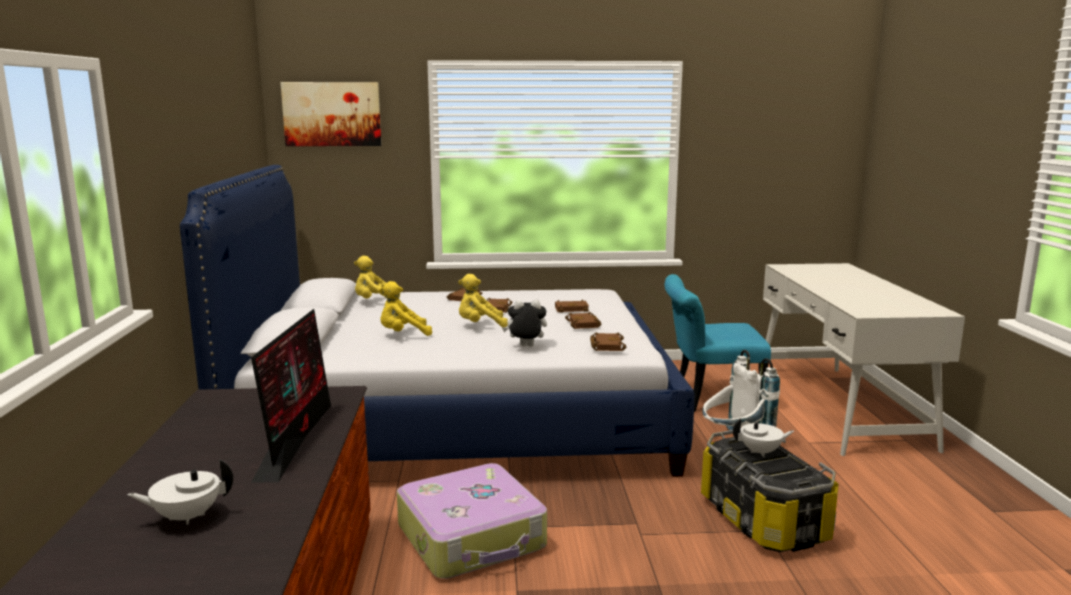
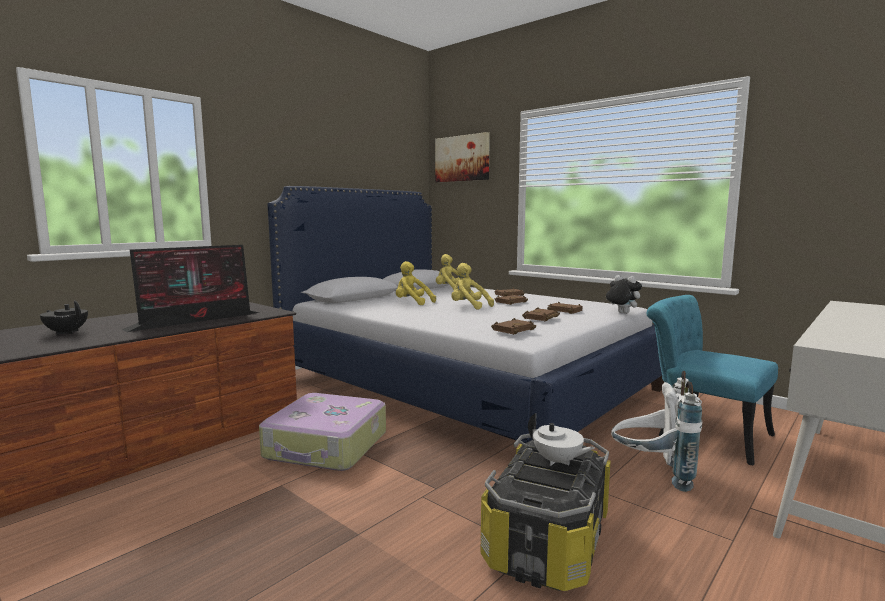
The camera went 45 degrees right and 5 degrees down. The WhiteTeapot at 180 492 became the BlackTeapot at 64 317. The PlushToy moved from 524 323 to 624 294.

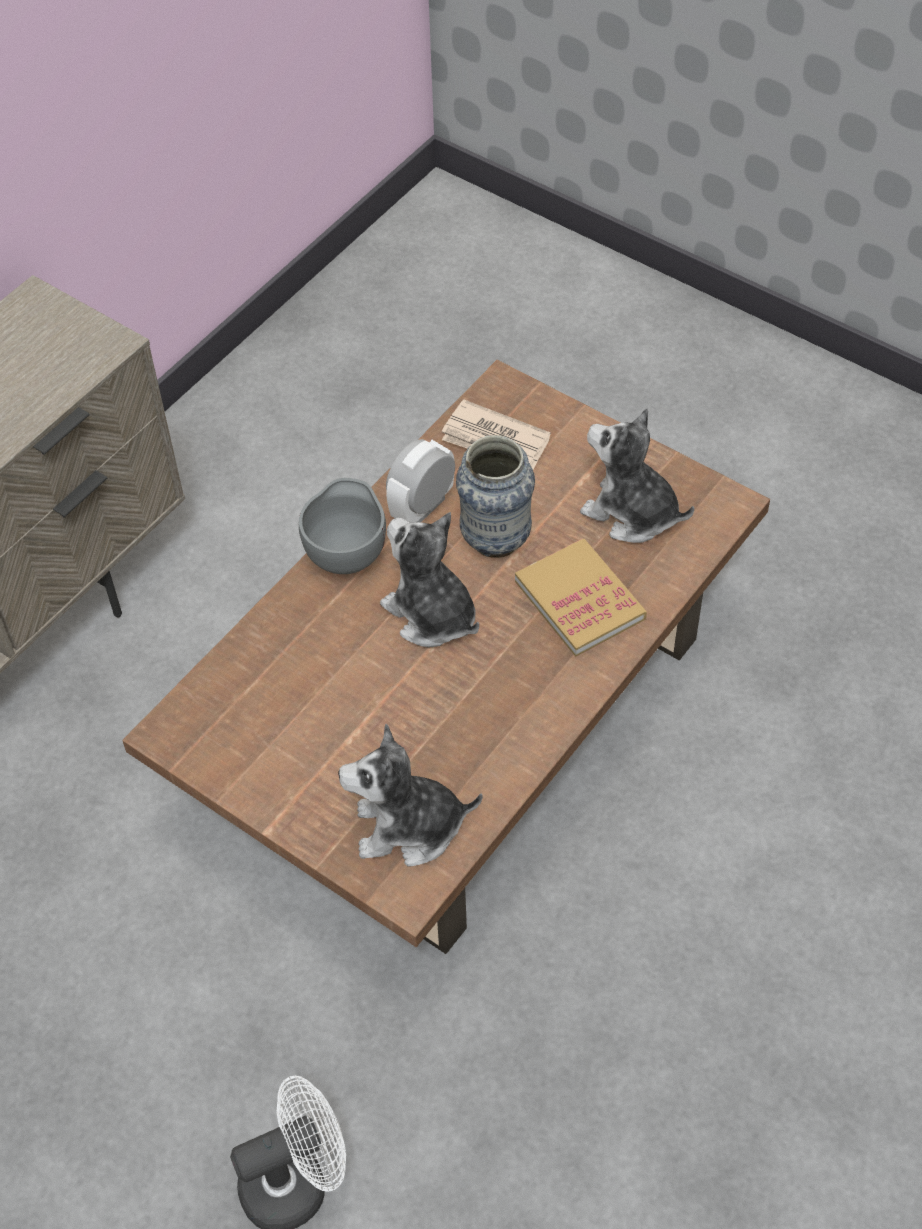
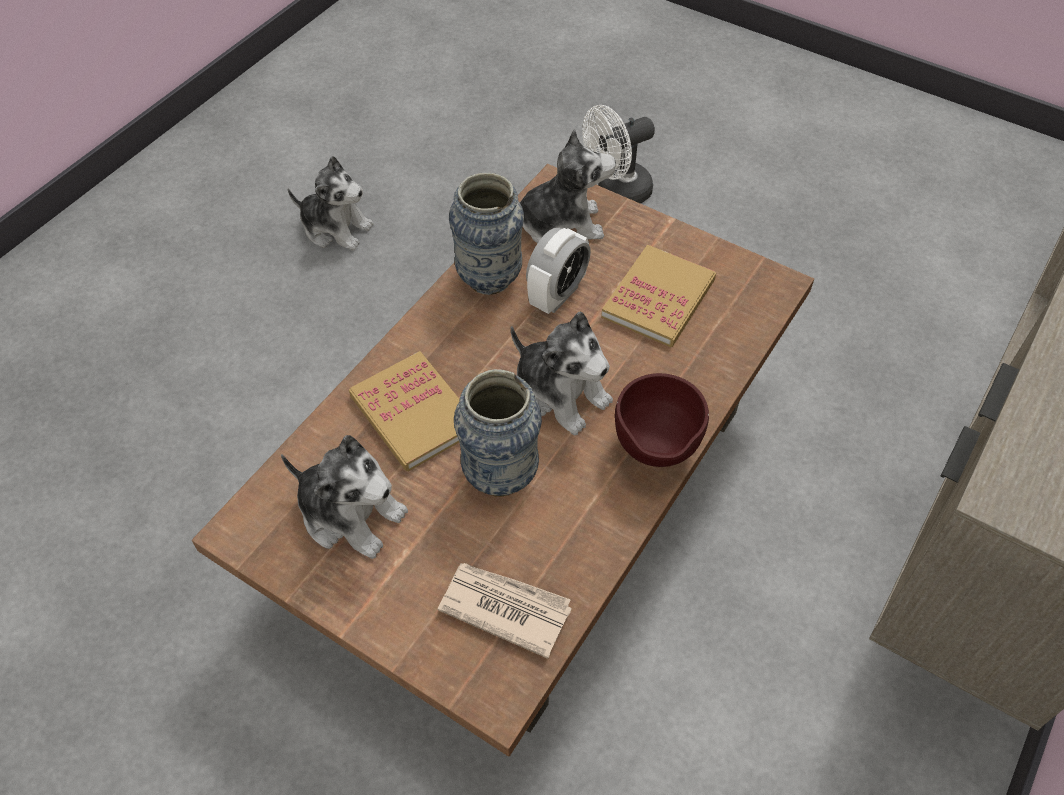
The camera went 175 degrees right and 0 degrees up. The GreyBowl at 342 526 became the BrownBowl at 662 420. The AlarmClock moved from 420 481 to 558 271. The PlushToy at 331 203 appeared. The Vase at 486 234 appeared. The Book at 658 296 appeared.

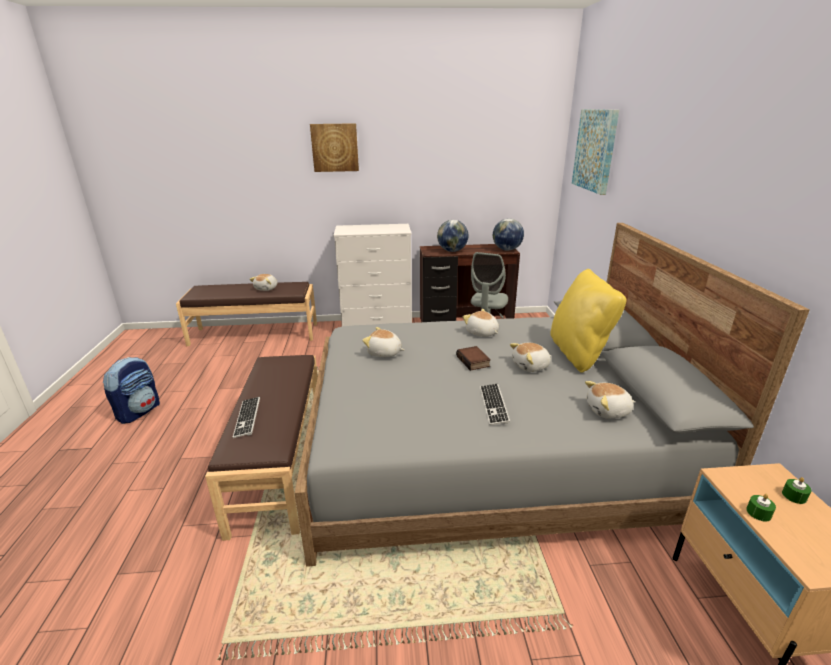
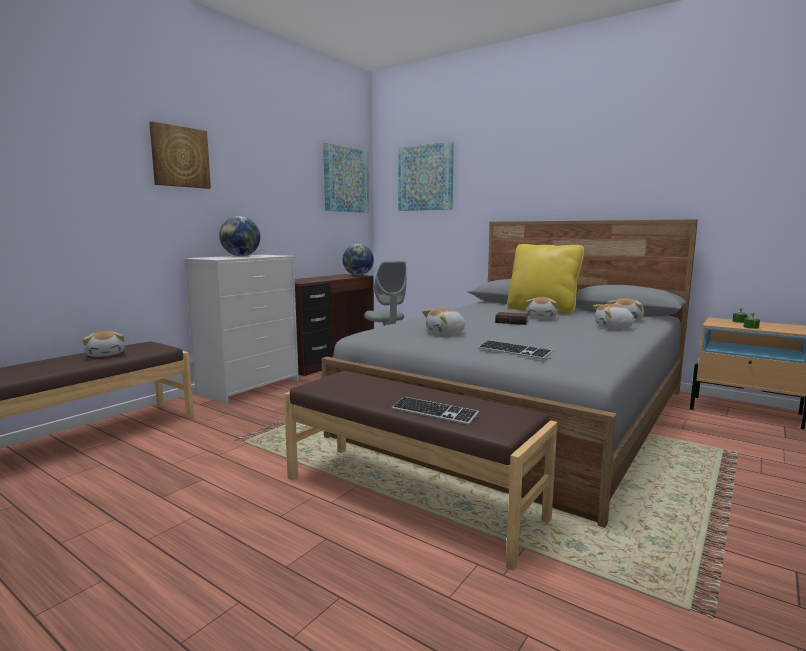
The camera went 50 degrees left and 15 degrees down. The Backpack at 131 390 disappeared. The Globe moved from 452 236 to 239 236. The PlushToy moved from 481 323 to 614 316. The Keyboard moved from 495 404 to 515 349. The Picture at 346 178 appeared.

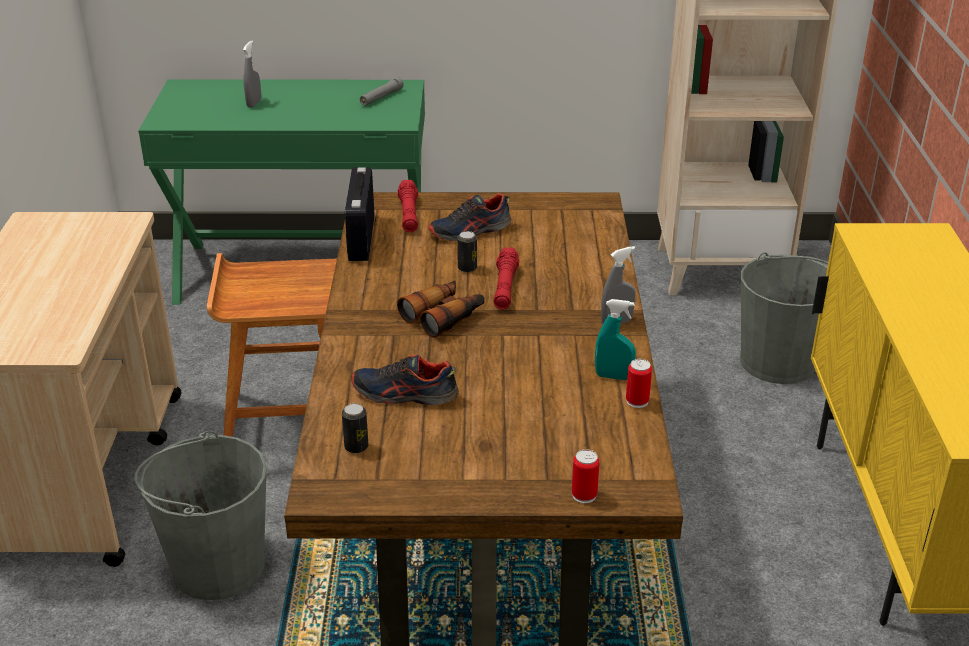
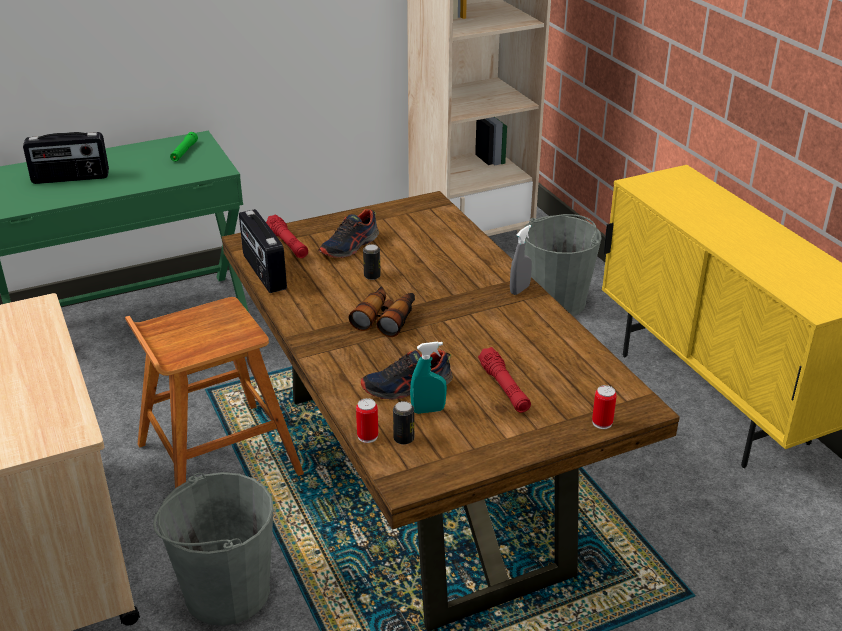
The camera went 25 degrees left and 0 degrees up. The GreySprayBottle at 252 74 was replaced by the Radio at 66 158. The GreyFlashlight at 382 91 became the GreenFlashlight at 184 147. The RedFlashlight moved from 506 278 to 504 380. The TurquoiseSprayBottle moved from 615 339 to 428 378. The Can moved from 639 383 to 367 420.

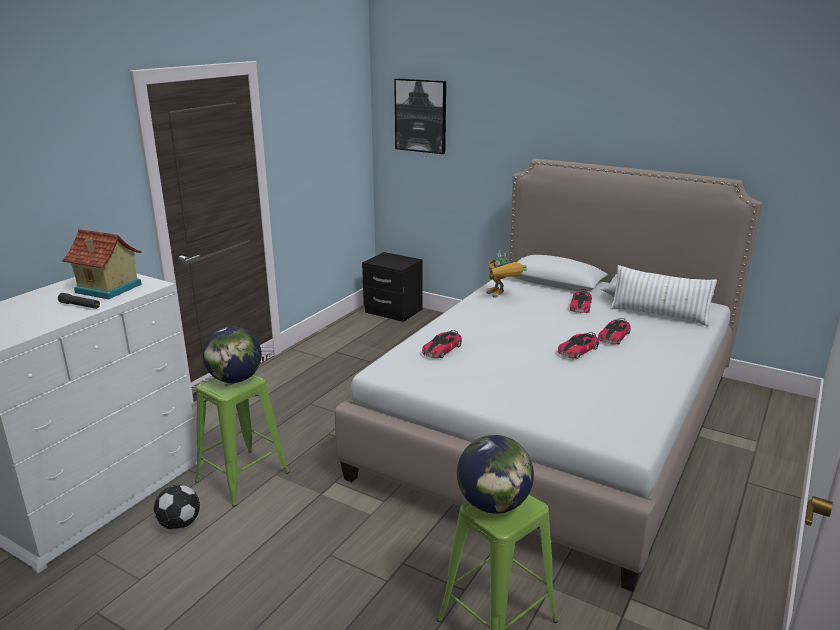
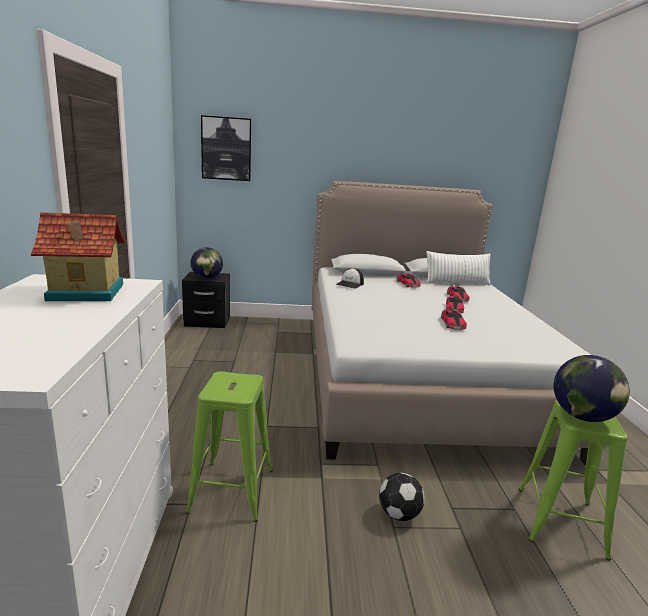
The camera went 35 degrees left and 5 degrees down. The BlackFlashlight at 79 301 disappeared. The Football moved from 177 507 to 401 497. The Globe moved from 232 354 to 207 263. The ToyCar moved from 442 344 to 454 319. The ToyRobot at 506 274 was replaced by the Cap at 350 278.

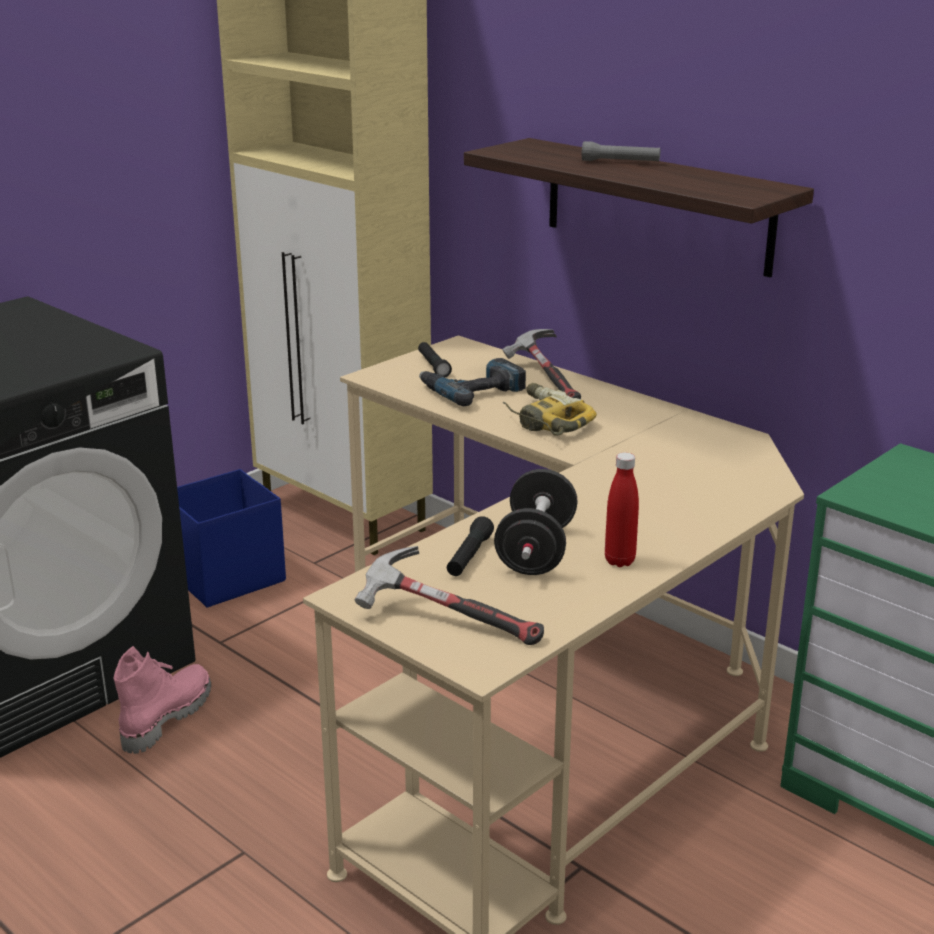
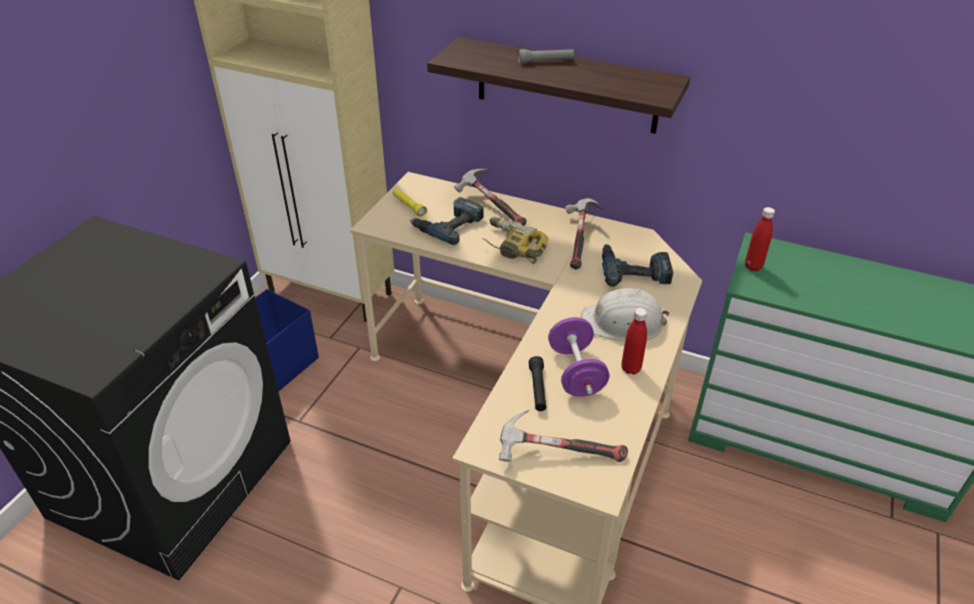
The camera went 20 degrees left and 15 degrees up. The PinkBoot at 162 700 disappeared. The BlackFlashlight at 435 359 became the YellowFlashlight at 409 202. The BlackDumbbell at 536 522 became the PurpleDumbbell at 578 357. The Hammer at 583 233 appeared. The WhiteHardHat at 625 314 appeared. The PowerDrill at 637 265 appeared. The RedBottle at 760 239 appeared.

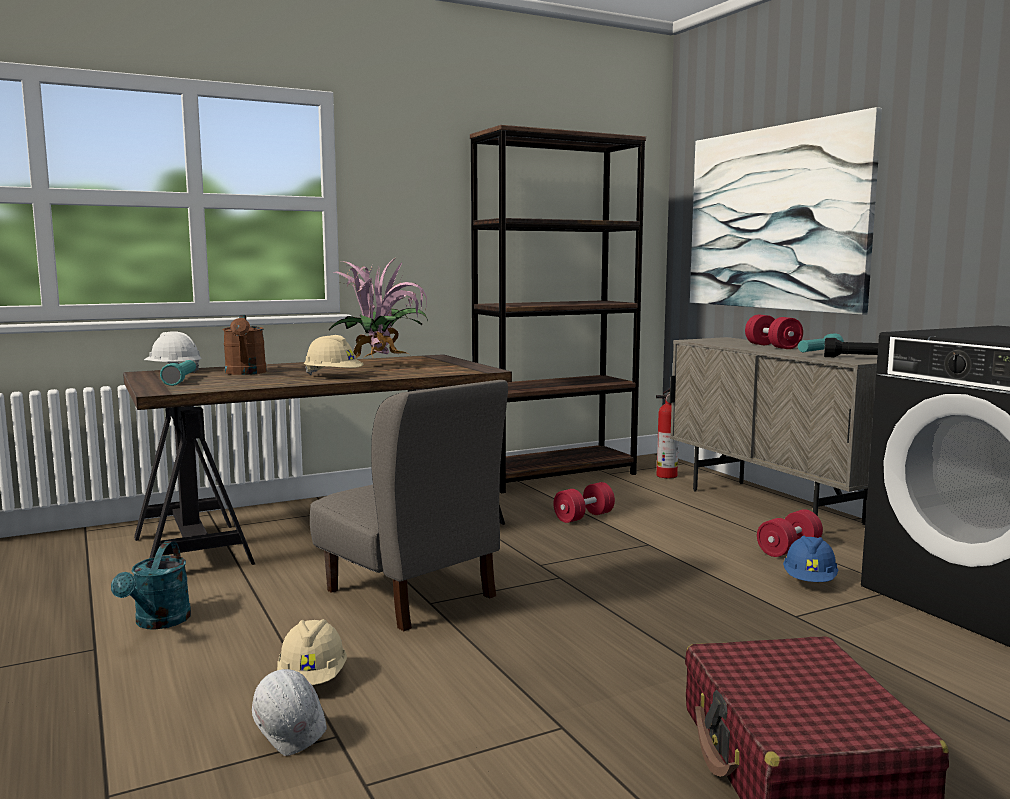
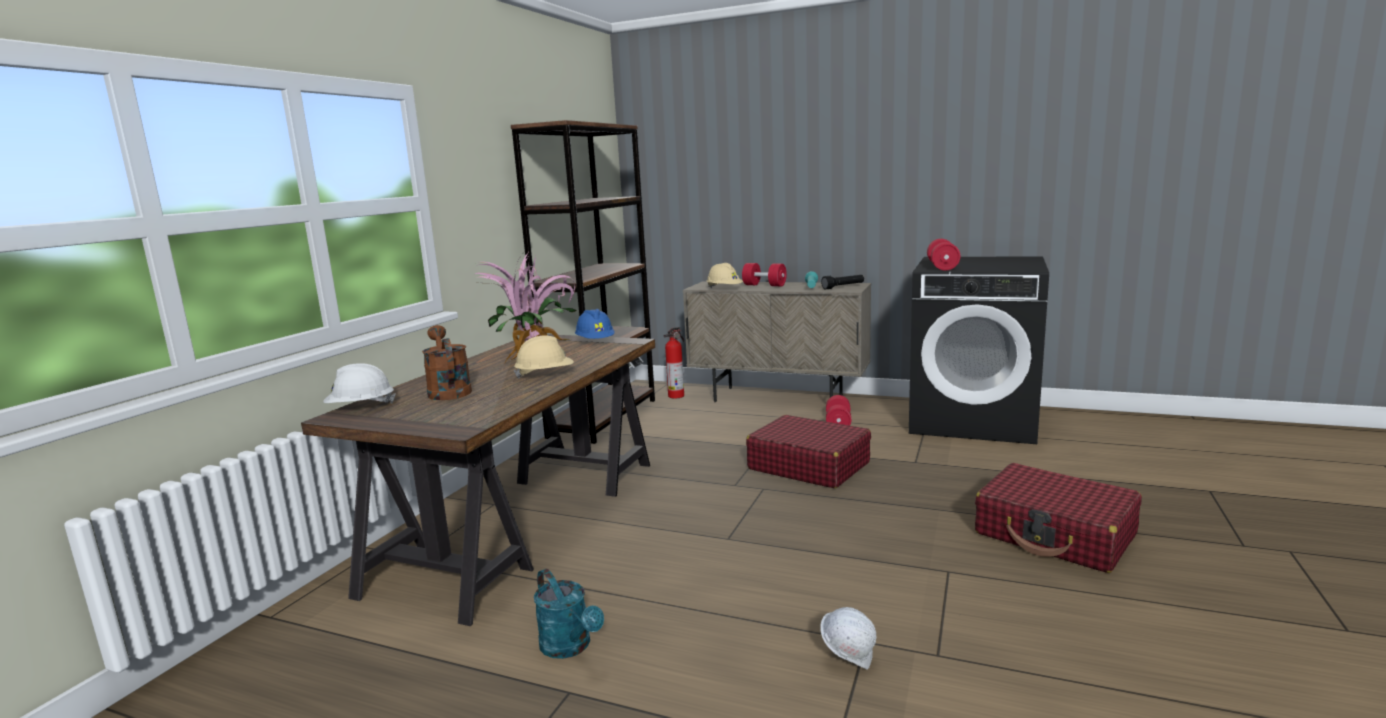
The camera went 40 degrees left and 5 degrees up. The TurquoiseFlashlight at 178 373 disappeared. The BrownWateringCan at 245 345 turned 150 degrees counterclockwise. The BeigeHardHat moved from 312 652 to 725 275. The GreyChair at 409 505 disappeared. The RedDumbbell moved from 584 502 to 944 255. The Picture at 786 211 disappeared. The BlueHardHat moved from 810 559 to 595 324. The RedSuitcase at 808 451 appeared.

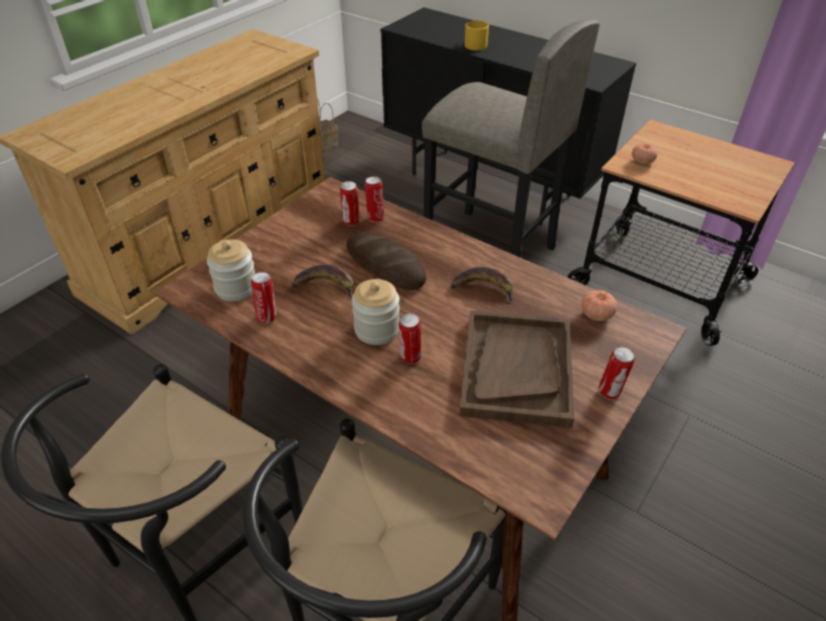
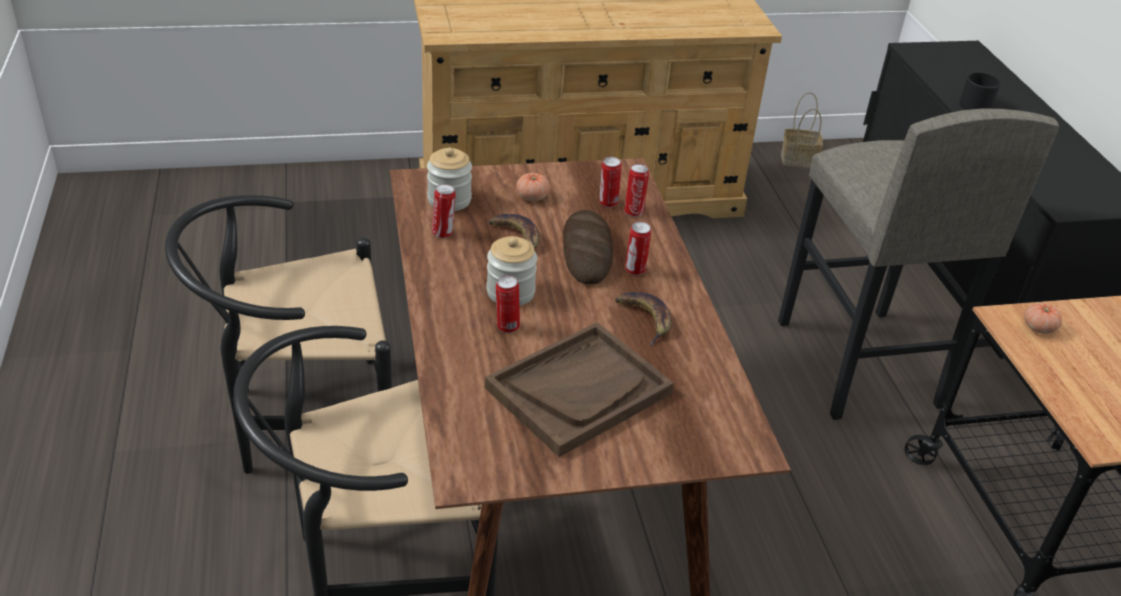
The camera went 40 degrees right and 5 degrees down. The YellowMug at 477 35 became the BlackMug at 979 91. The Tomato moved from 599 305 to 533 187. The Can moved from 616 373 to 638 248.

